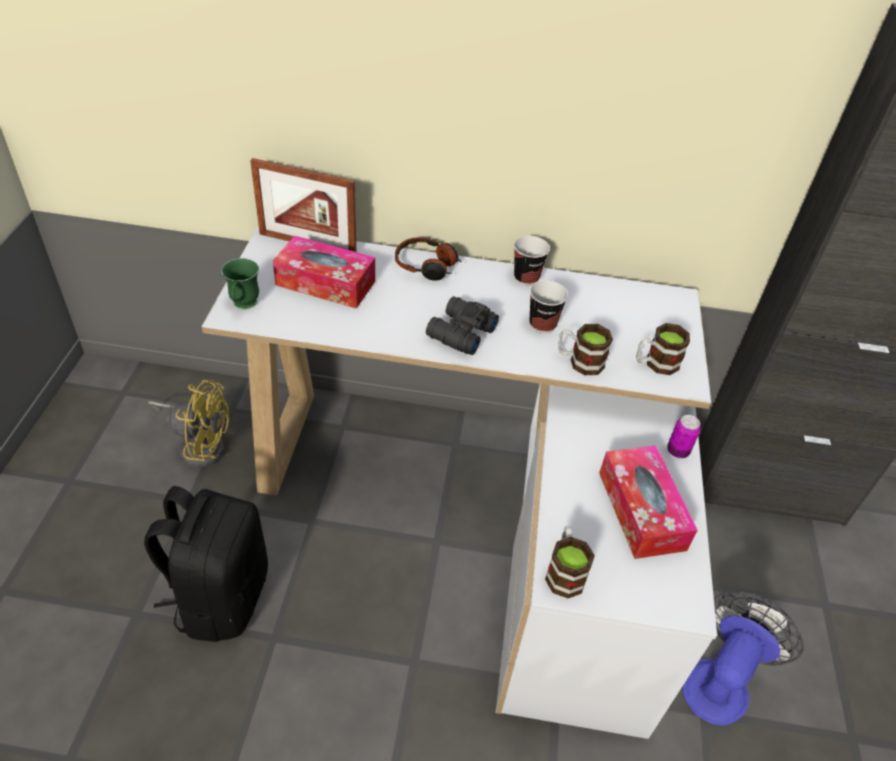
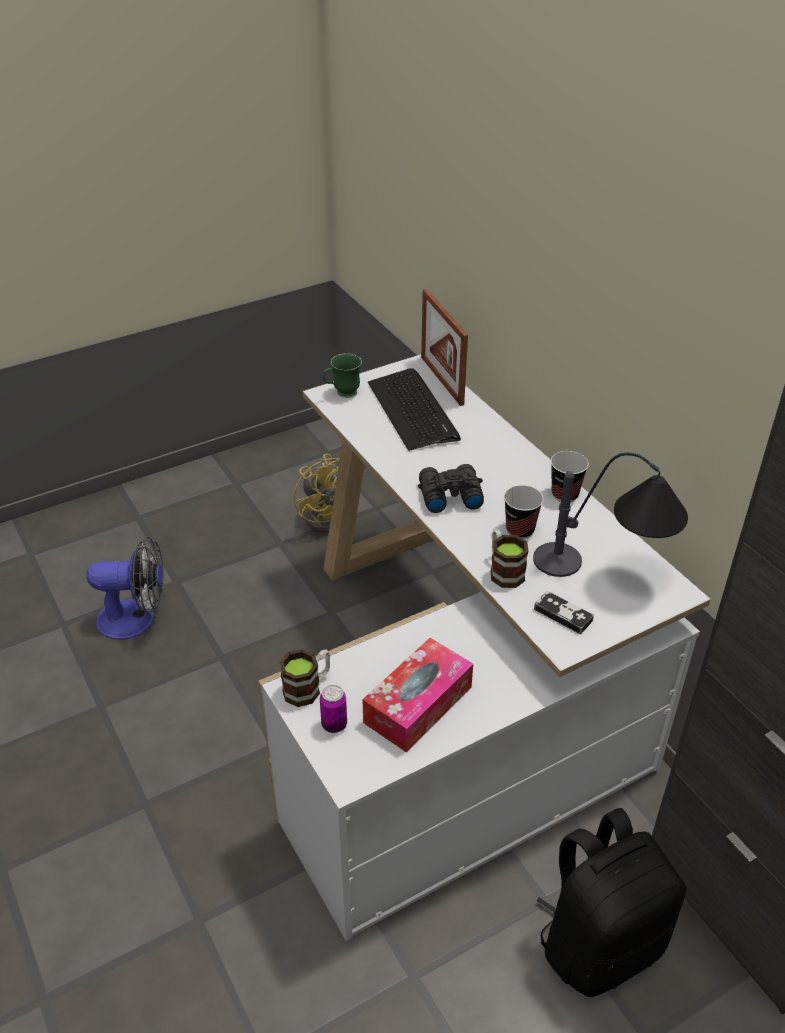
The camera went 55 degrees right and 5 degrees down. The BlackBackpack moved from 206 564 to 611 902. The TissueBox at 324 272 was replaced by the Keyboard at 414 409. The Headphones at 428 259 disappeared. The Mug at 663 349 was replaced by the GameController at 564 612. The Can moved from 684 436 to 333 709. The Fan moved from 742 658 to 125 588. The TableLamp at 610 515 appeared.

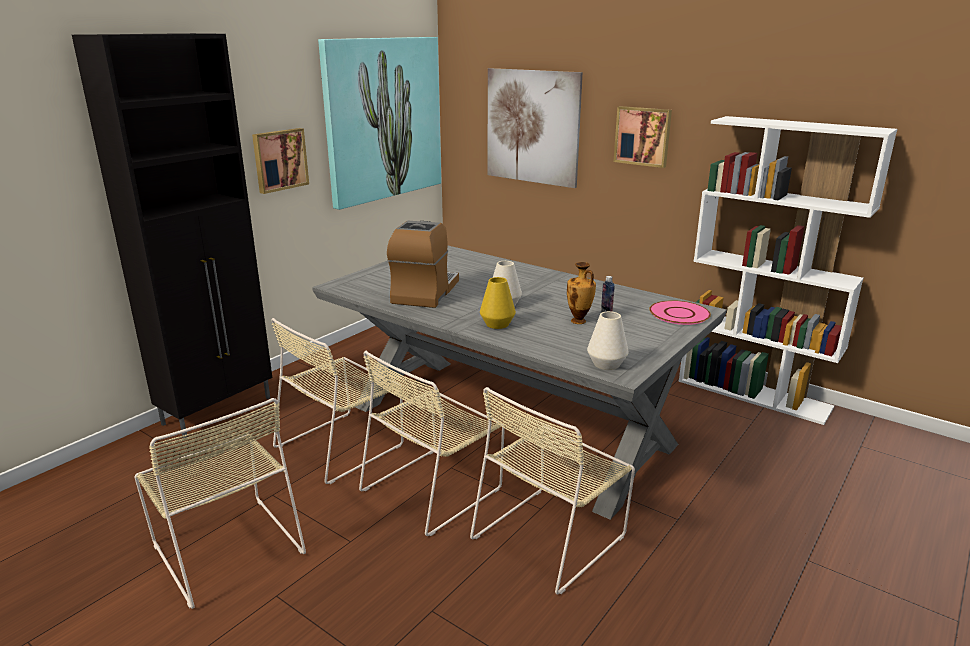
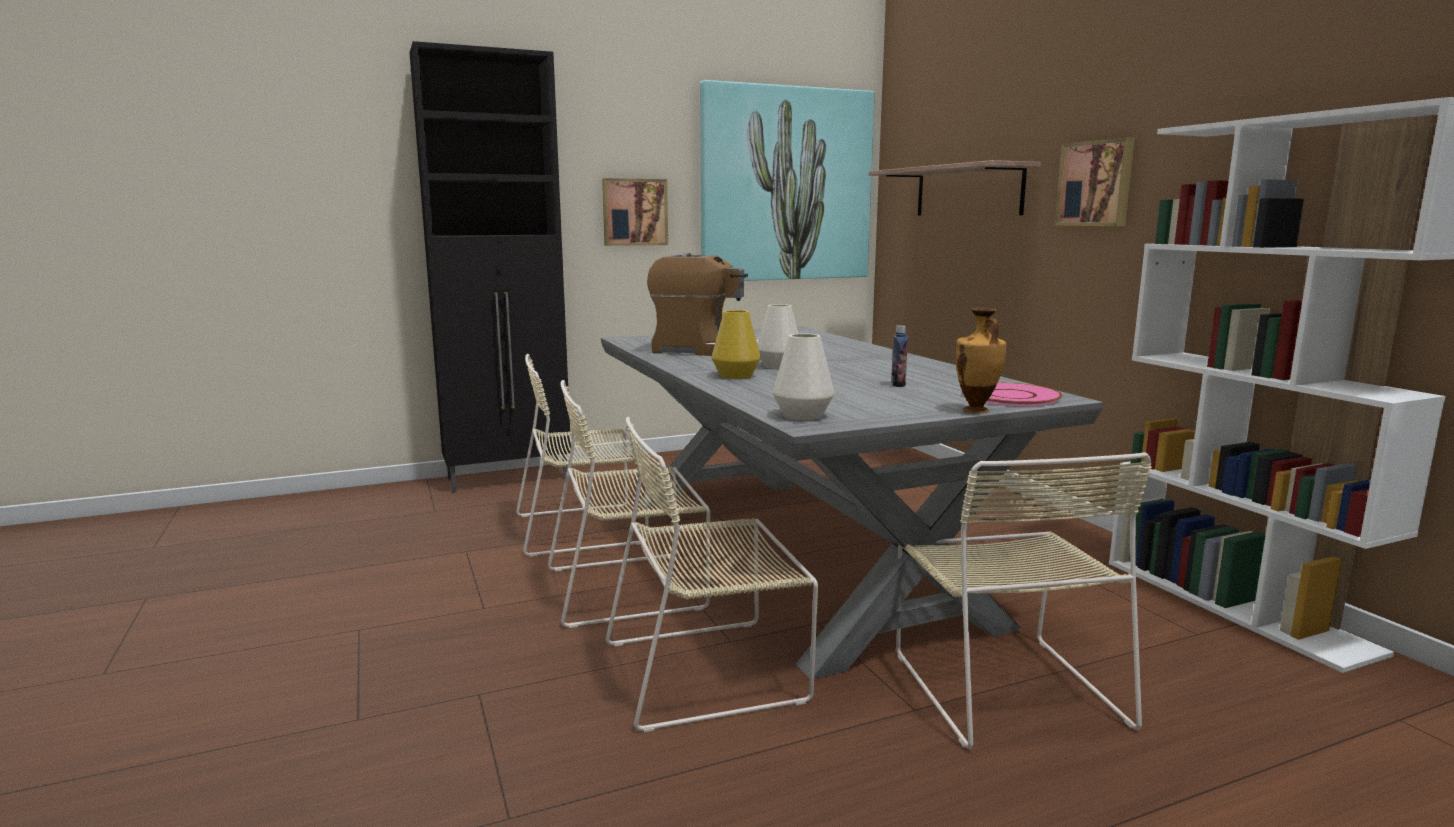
The camera went 30 degrees right and 10 degrees down. The BeigeChair moved from 220 503 to 1024 600. The CoffeeMachine at 423 264 turned 60 degrees clockwise. The Picture at 535 128 was replaced by the Shelf at 955 187. The Vase moved from 581 293 to 981 360.

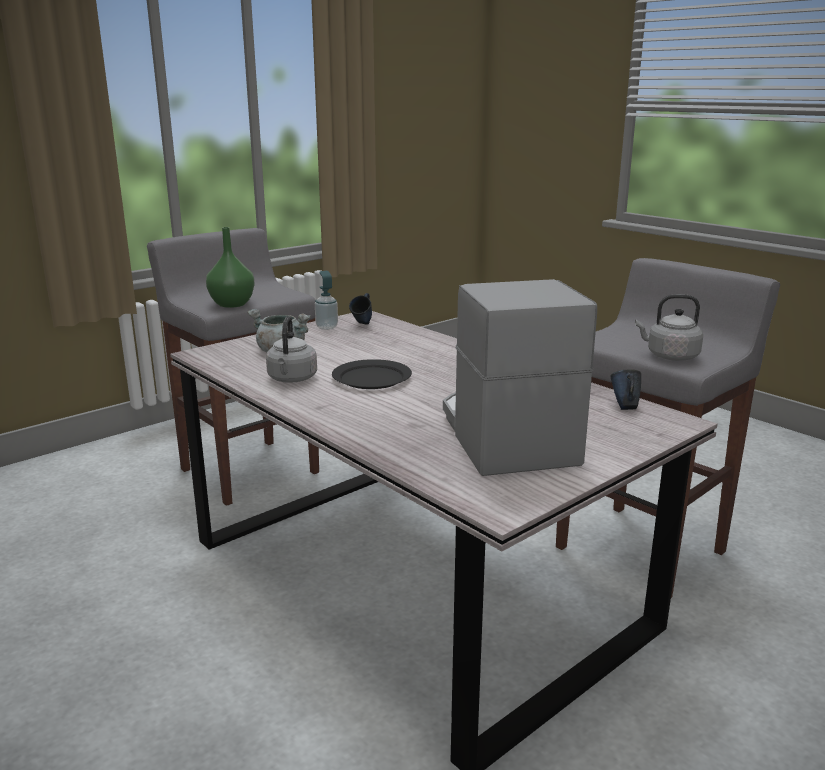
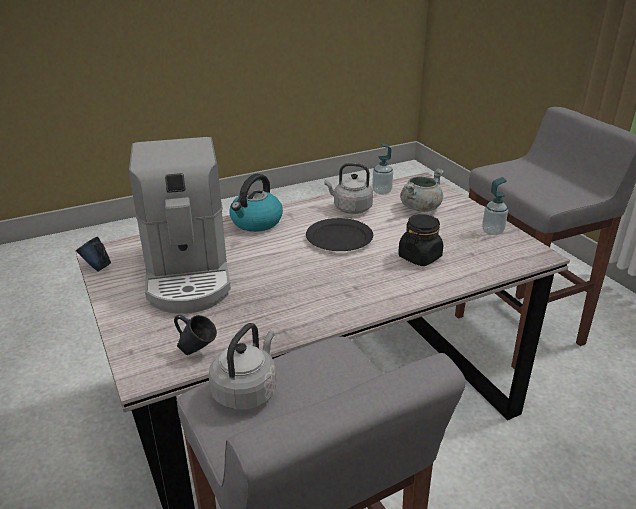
The camera went 105 degrees right and 10 degrees up. The GreenVase at 230 267 disappeared. The BlueMug moved from 360 309 to 93 254. The CoffeeMachine at 520 377 turned 75 degrees clockwise. The Kettle at 256 203 appeared. The SoapDispenser at 382 169 appeared. The BlackJar at 420 240 appeared.

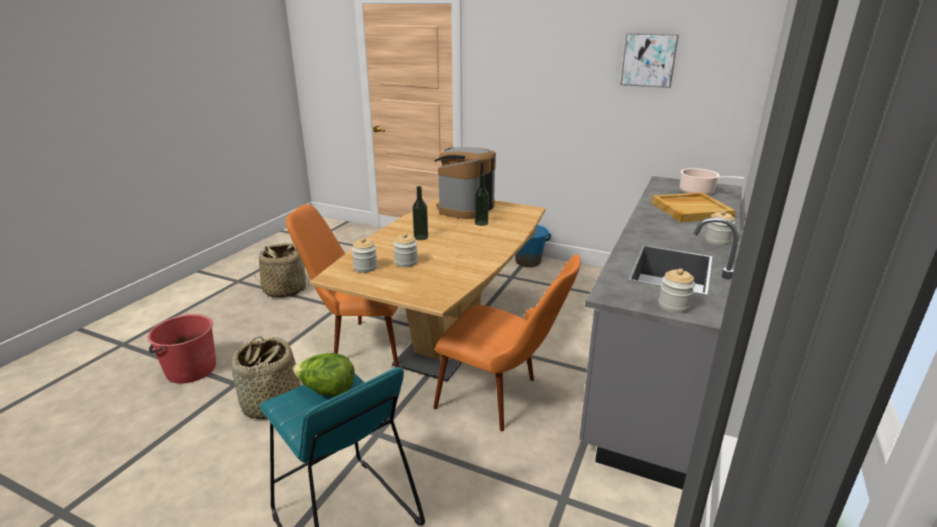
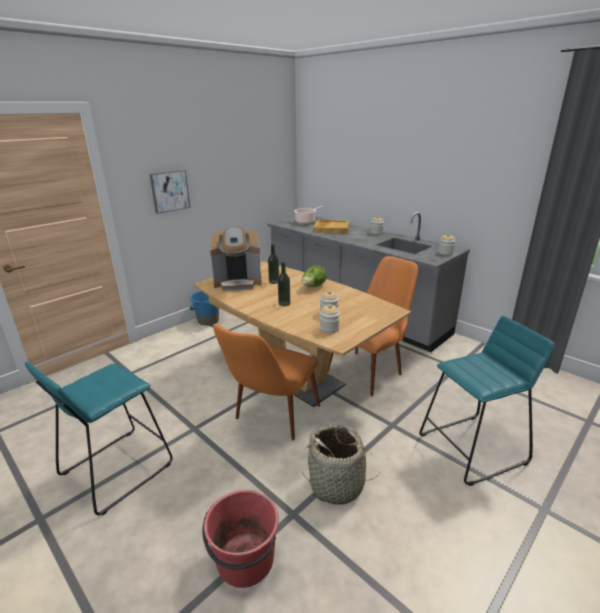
The camera went 70 degrees left and 0 degrees up. The Basket at 281 270 was replaced by the TurquoiseStool at 98 438. The Lettuce moved from 323 374 to 314 276. The CoffeeMachine at 465 183 turned 60 degrees counterclockwise. The Picture moved from 649 60 to 170 192.

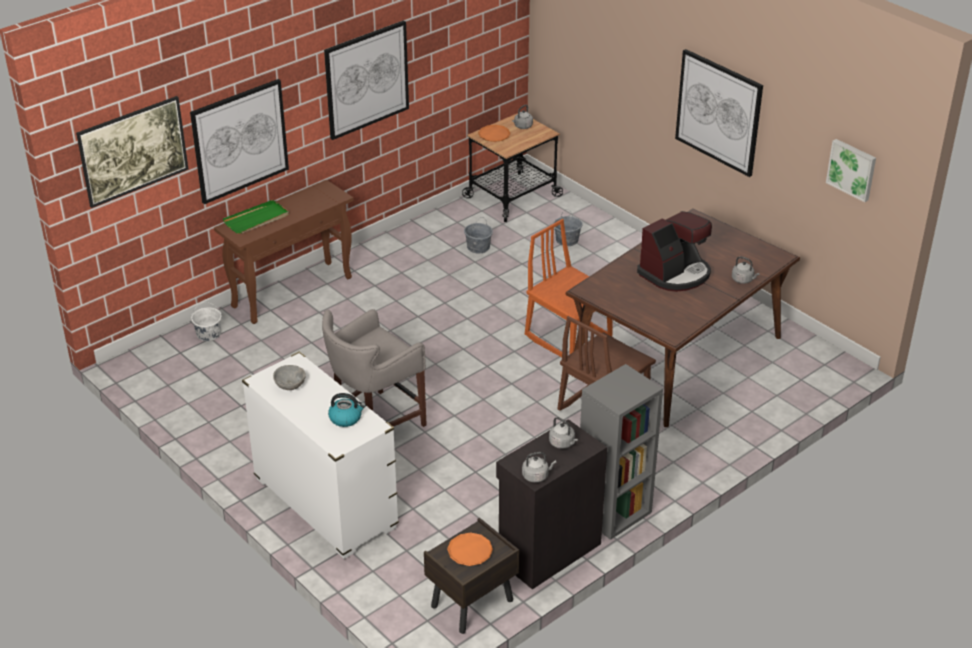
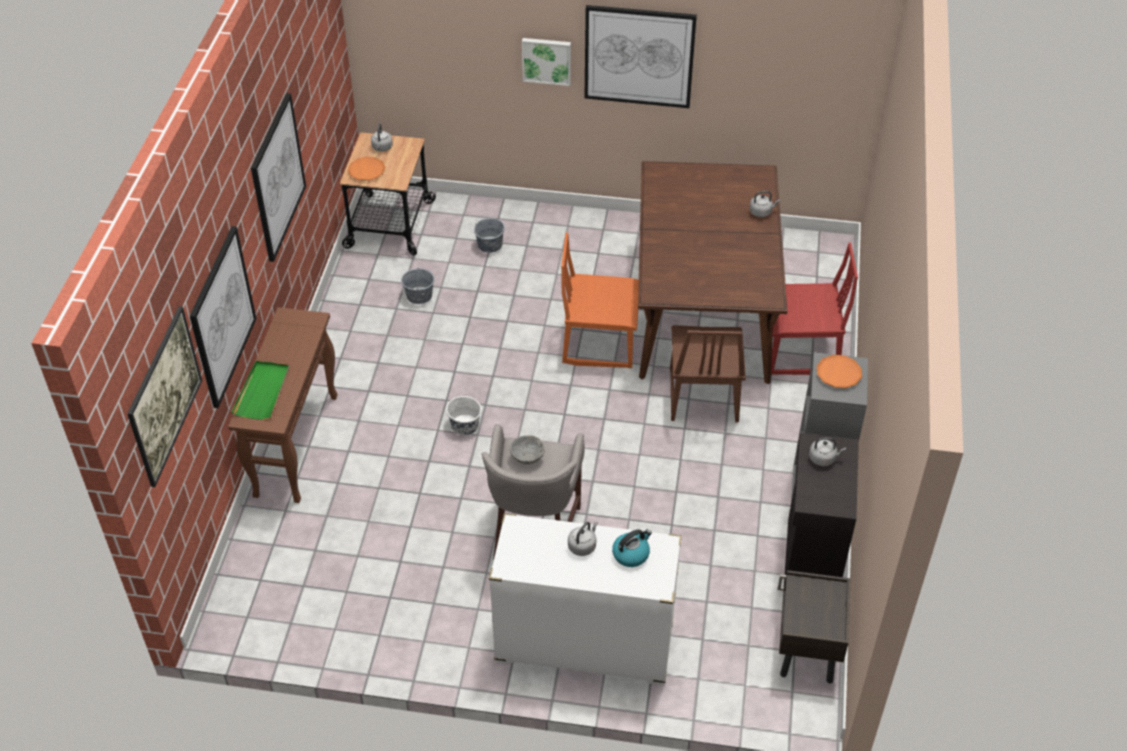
The camera went 40 degrees left and 10 degrees up. The WhiteBucket moved from 206 321 to 463 414. The GreyBowl moved from 289 377 to 527 449. The OrangePlate moved from 470 549 to 839 371. The GreyKettle moved from 539 467 to 583 538. The CoffeeMachine at 674 251 disappeared. The Picture moved from 851 170 to 546 62. The RedChair at 814 308 appeared.

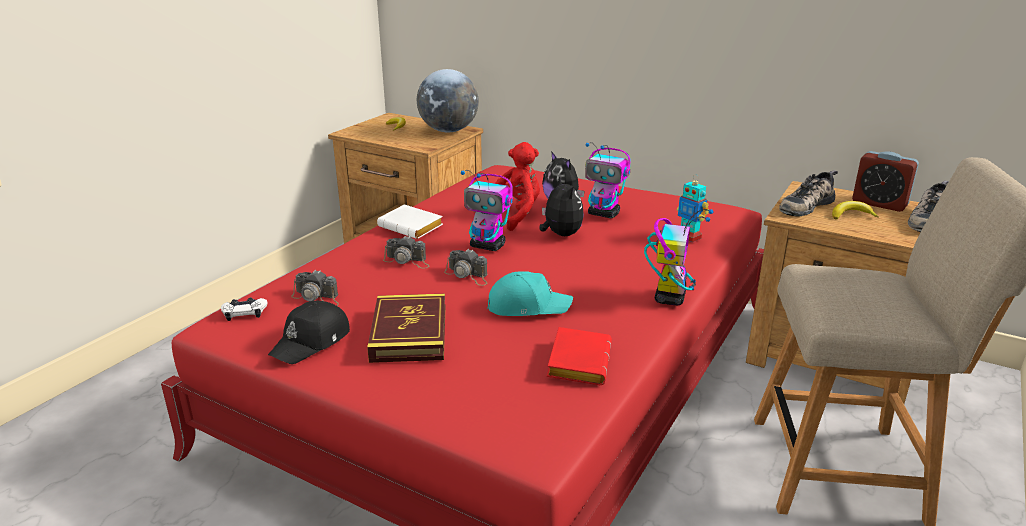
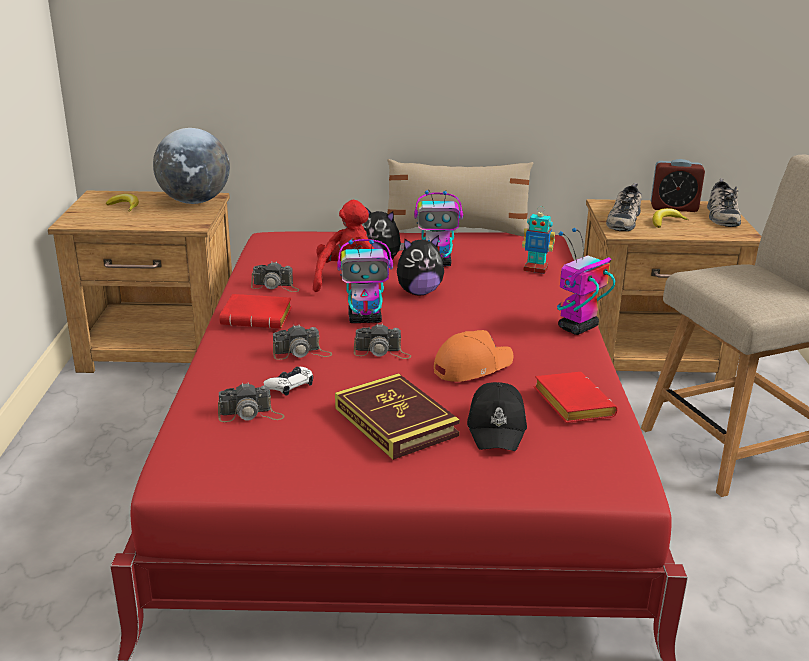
The camera went 30 degrees left and 0 degrees up. The WhiteGameController moved from 244 309 to 288 381. The BlackCap moved from 309 332 to 497 416. The WhiteBook at 410 222 became the RedBook at 255 311. The TurquoiseCap at 530 294 became the OrangeCap at 473 356. The PlushToy at 561 206 turned 120 degrees clockwise. The ToyRobot at 678 257 turned 120 degrees counterclockwise. The PhotoCamera at 275 277 appeared. The BeigePillow at 460 197 appeared.

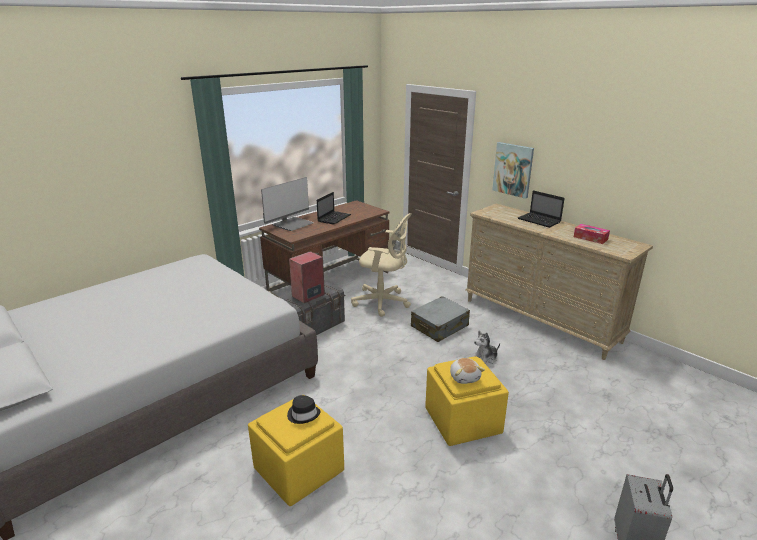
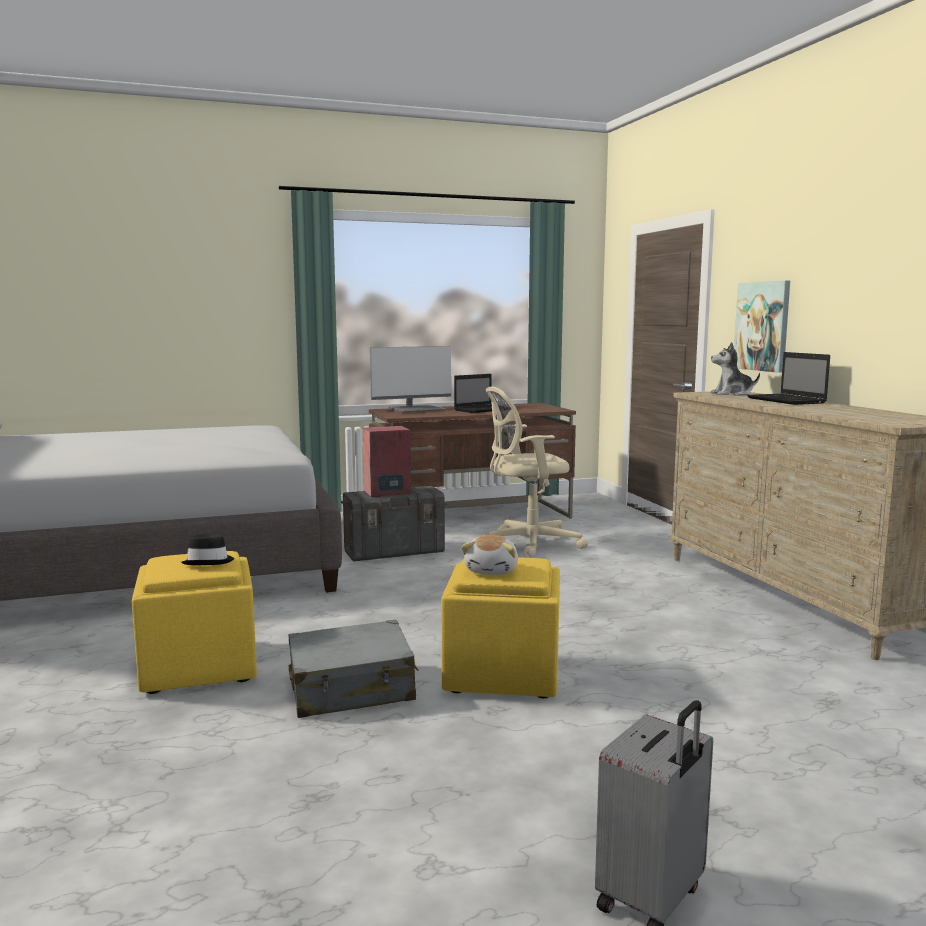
The camera went 25 degrees right and 15 degrees down. The BeigeOfficeChair at 381 265 turned 120 degrees clockwise. The GreySuitcase moved from 440 319 to 353 669. The PlushToy moved from 486 347 to 735 369. The TissueBox at 592 234 disappeared.

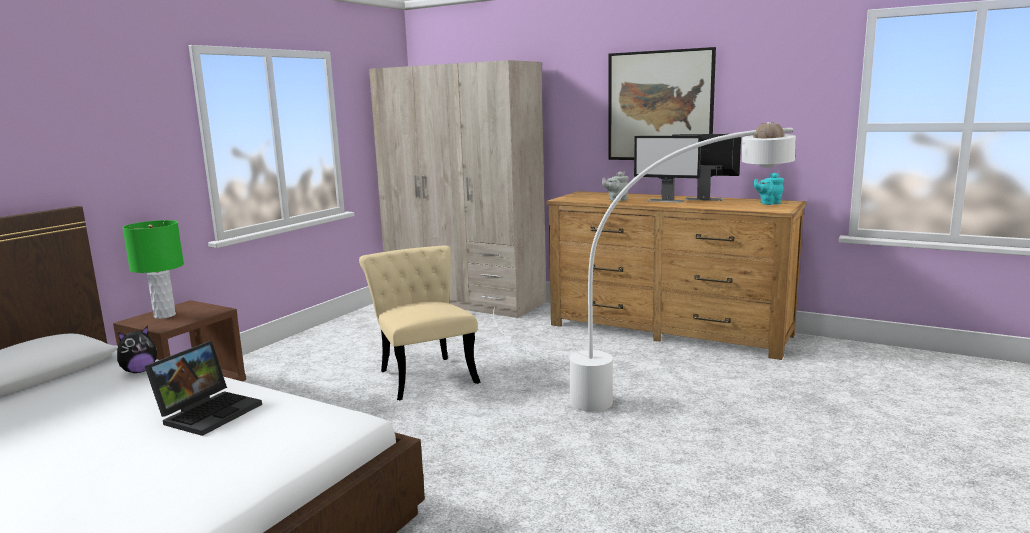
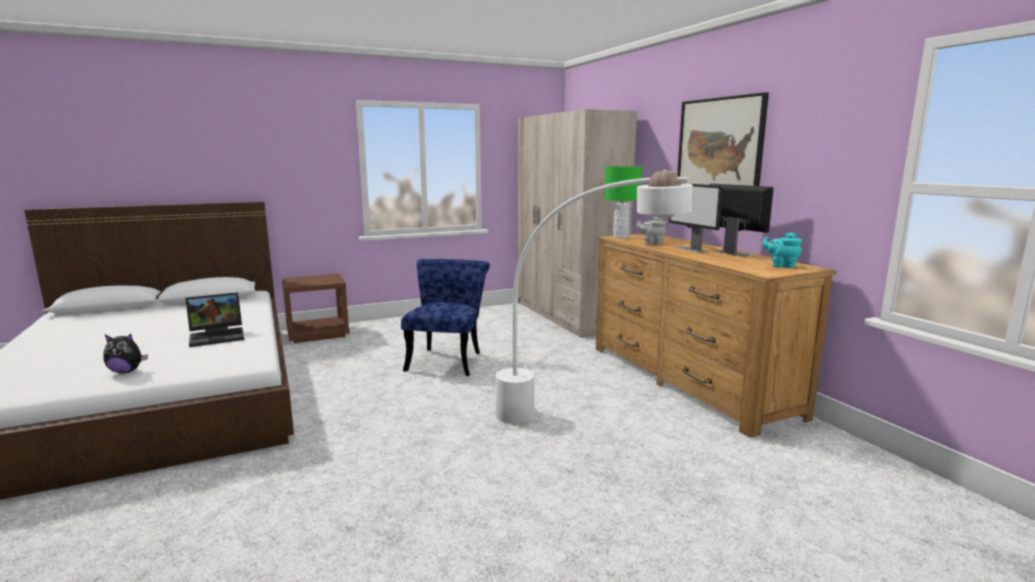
The camera went 35 degrees right and 0 degrees up. The PlushToy moved from 137 349 to 125 353. The GreenTableLamp moved from 153 269 to 623 202. The BeigeChair at 419 322 became the BlueChair at 445 317.

